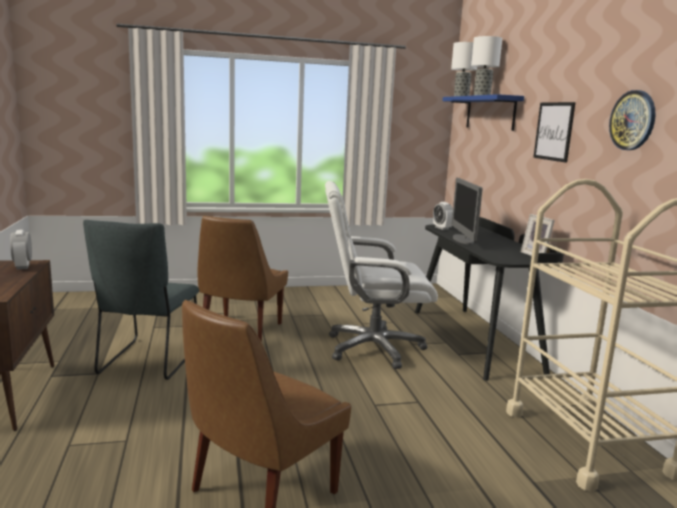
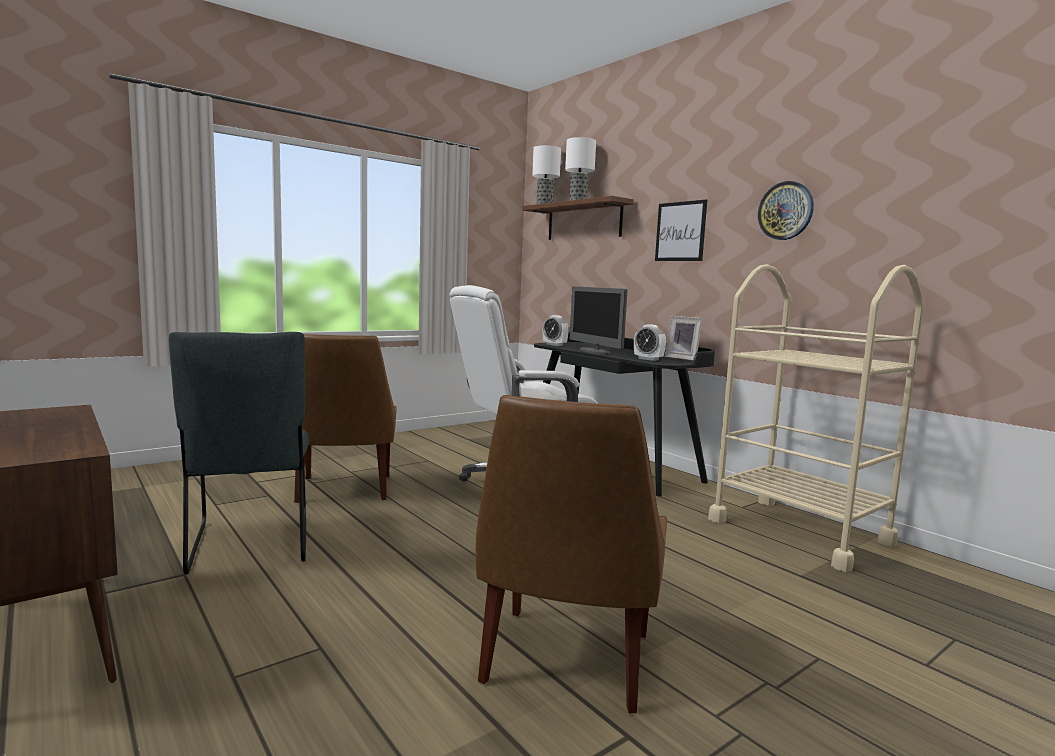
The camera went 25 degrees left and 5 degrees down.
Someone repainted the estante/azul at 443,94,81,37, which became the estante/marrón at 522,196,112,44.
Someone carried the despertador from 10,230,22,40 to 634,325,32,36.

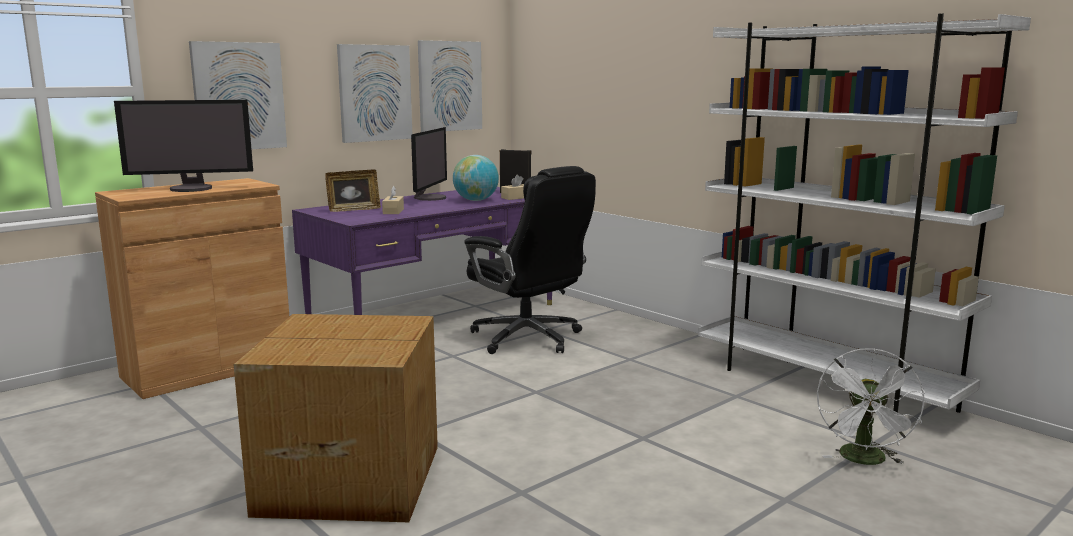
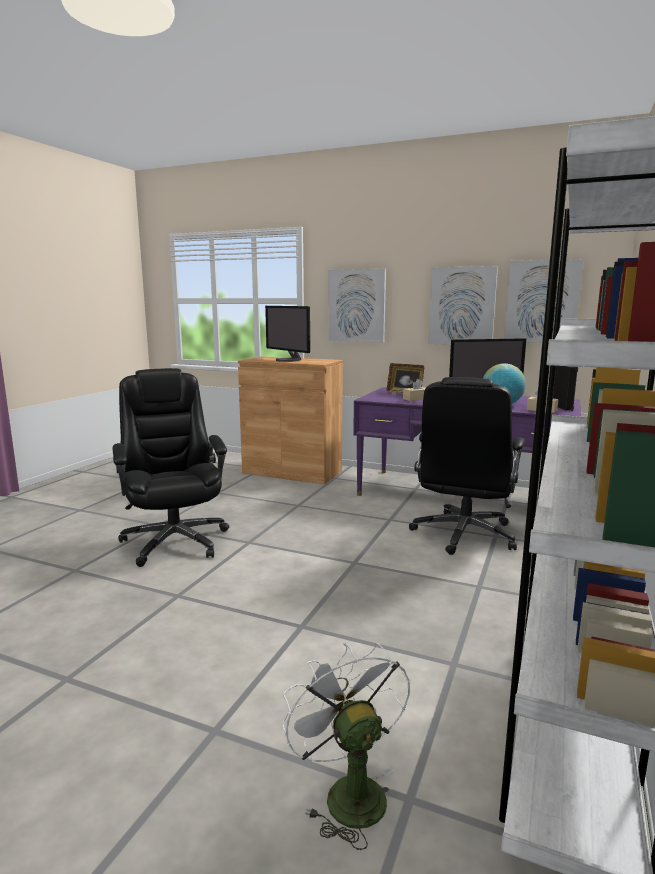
The camera went 65 degrees right and 0 degrees up.
Someone swapped the caja de cartón at 233,314,205,208 for the silla de oficina/negro at 113,368,116,199.
Someone rotated the ventilador/blanco at 817,348,108,117 by 75 degrees clockwise.

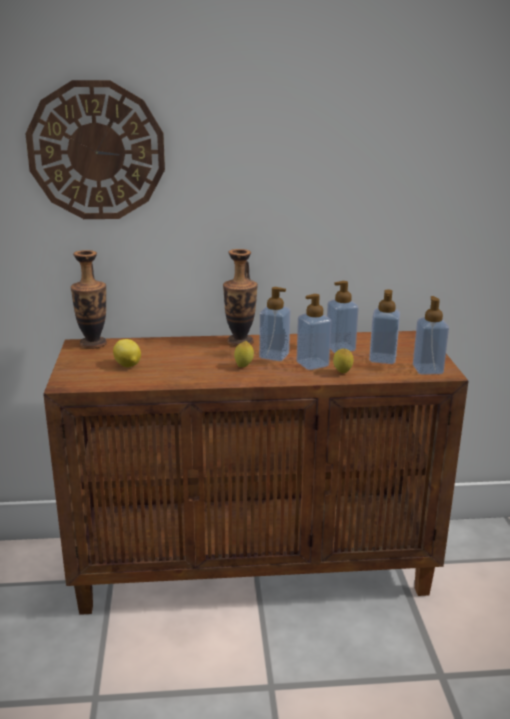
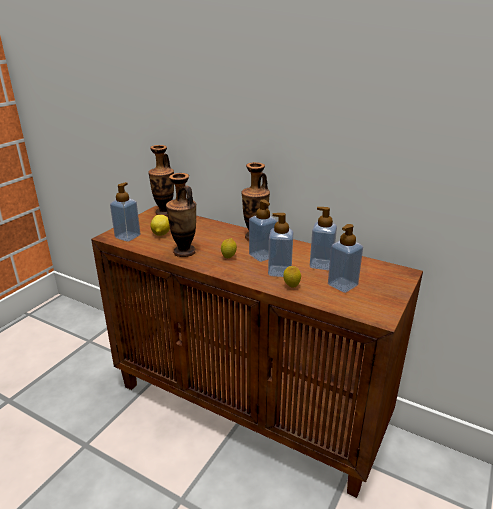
The camera went 35 degrees right and 5 degrees up.
Someone took away the reloj de pared at 26,80,139,139.
Someone carried the dispensador de jabón from 413,296,36,79 to 110,182,30,60.
Someone put down the florero at 166,173,30,84.

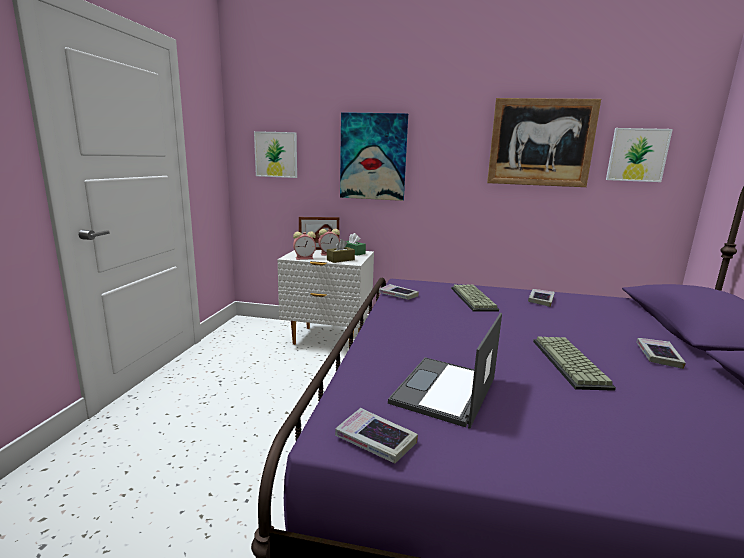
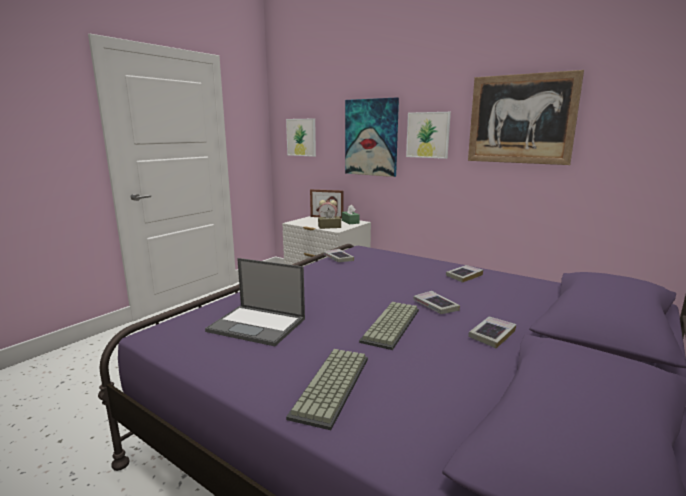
The camera went 25 degrees right and 0 degrees up.
Someone carried the cuadro from 606,128,67,54 to 406,112,45,47.
Someone took away the despertador at 293,231,23,29.
Someone carried the teclado from 451,285,48,27 to 286,349,82,81.
Someone rotated the portátil at 388,313,114,116 by 120 degrees counterclockwise.
Someone carried the libro from 335,408,83,56 to 413,291,47,23.

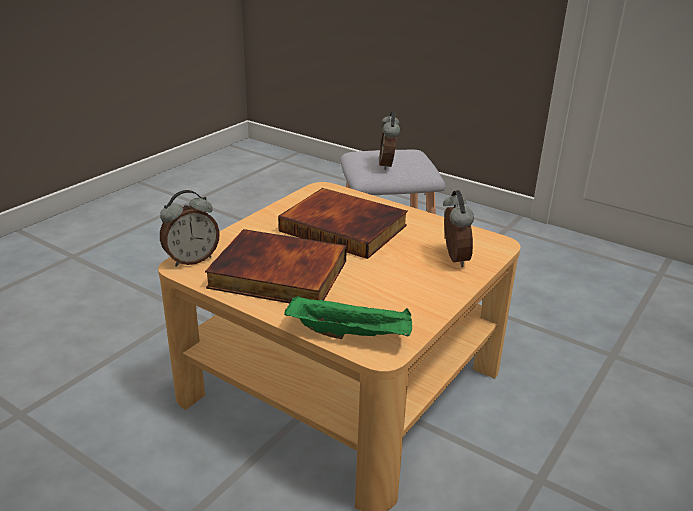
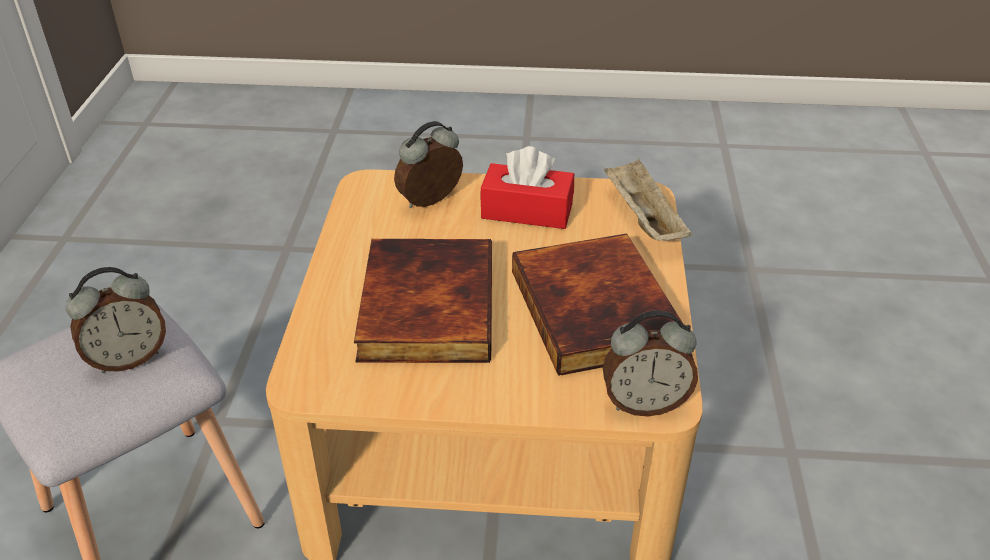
The camera went 120 degrees left and 10 degrees up.
Someone rotated the despertador at 160,190,60,77 by 150 degrees clockwise.
Someone repainted the bandeja/verde at 284,295,128,44, which became the bandeja/beis at 604,159,88,82.
Someone put down the caja de pañuelos/rojo at 481,146,93,83.

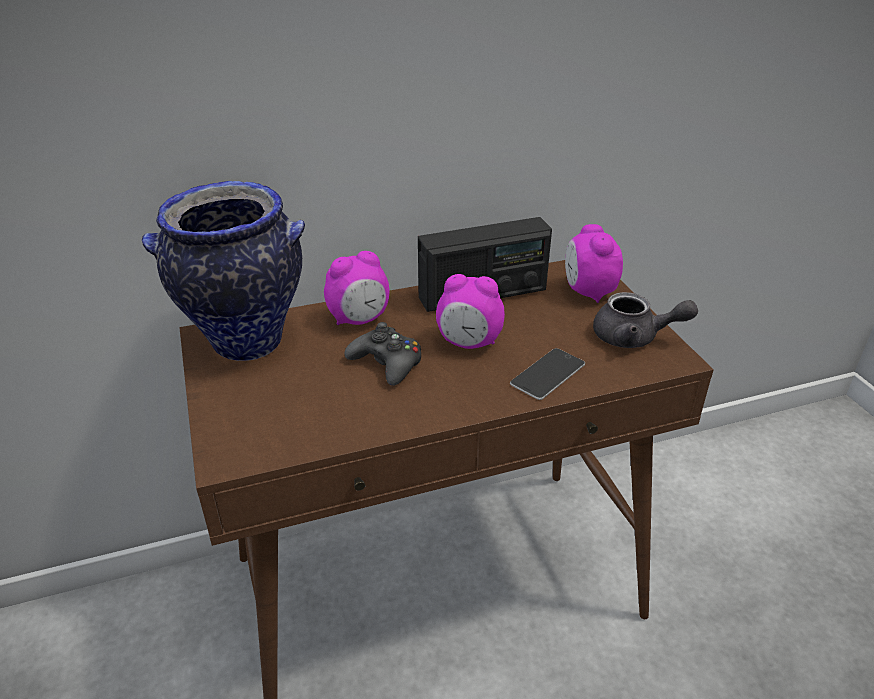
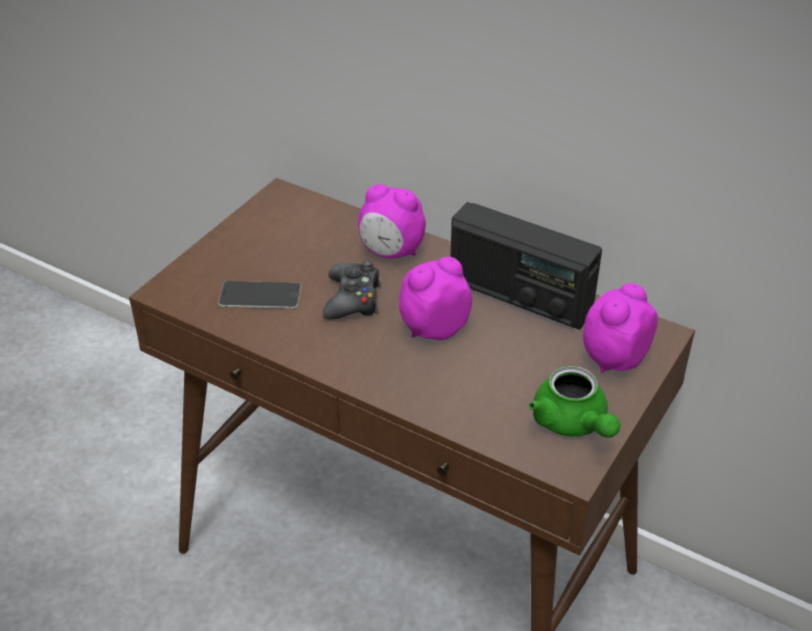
The camera went 50 degrees right and 5 degrees up.
Someone took away the florero at 142,181,163,180.
Someone rotated the despertador at 436,274,69,75 by 90 degrees clockwise.
Someone repainted the tetera/gris at 593,292,105,56, which became the tetera/verde at 529,366,91,72.
Someone carried the móvil from 510,348,75,52 to 218,281,83,28.

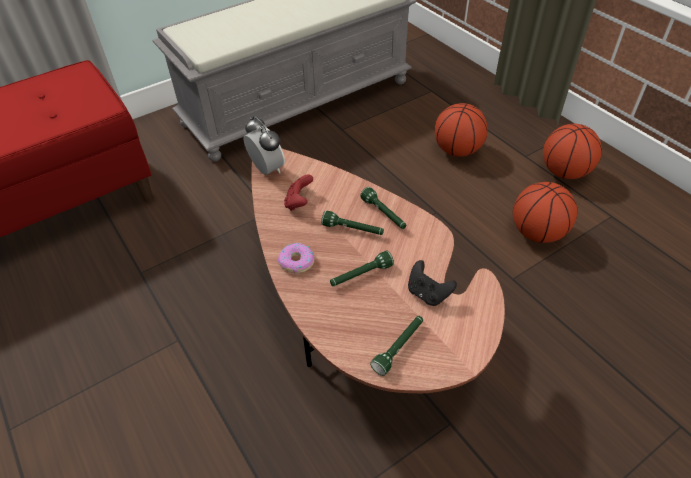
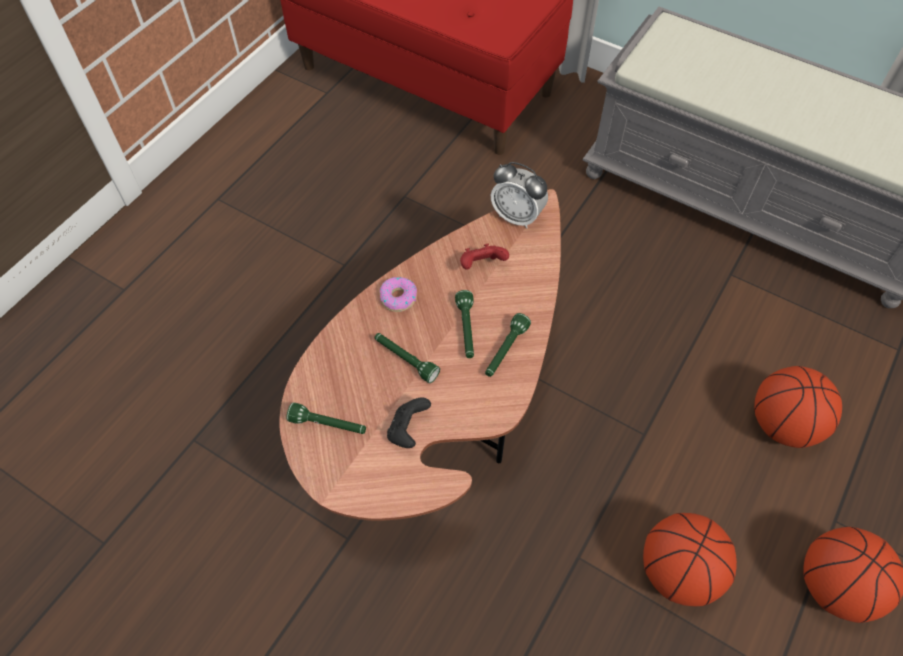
The camera went 65 degrees right and 10 degrees up.
Someone rotated the despertador at 244,116,41,59 by 90 degrees clockwise.

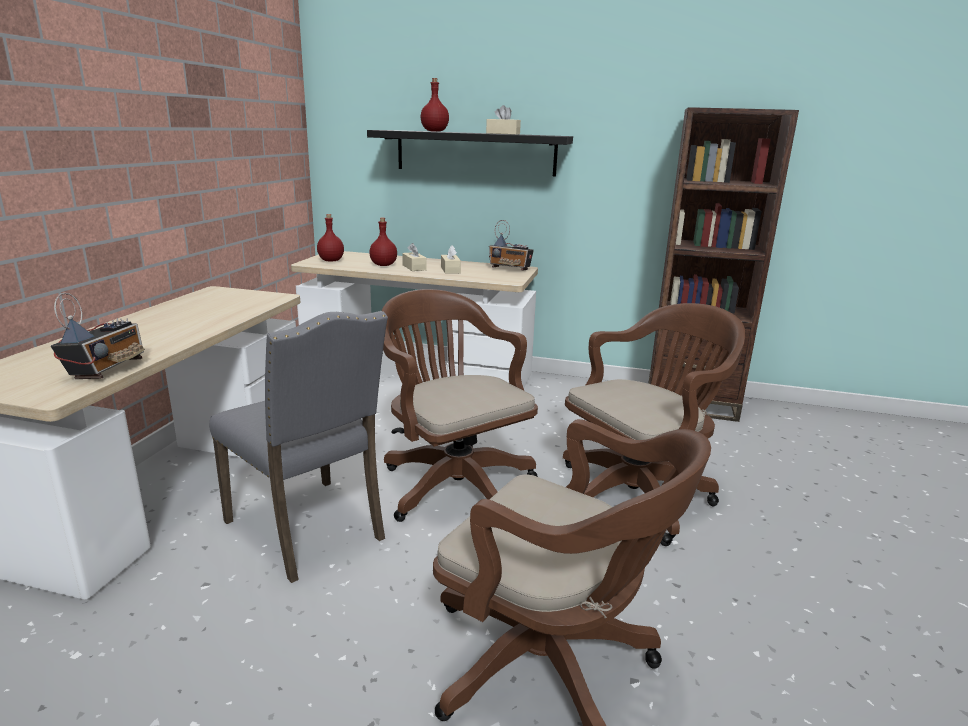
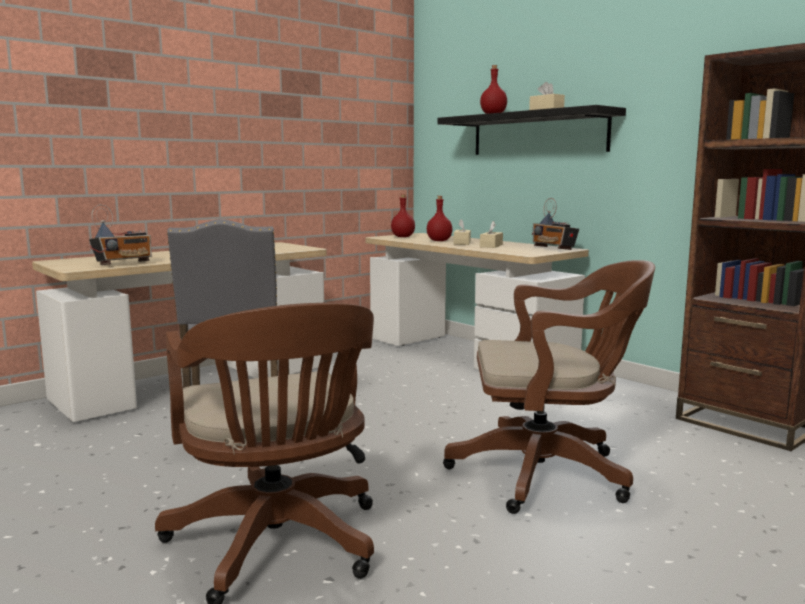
The camera went 35 degrees right and 10 degrees down.
Someone took away the silla de oficina/marrón at 382,289,156,233.

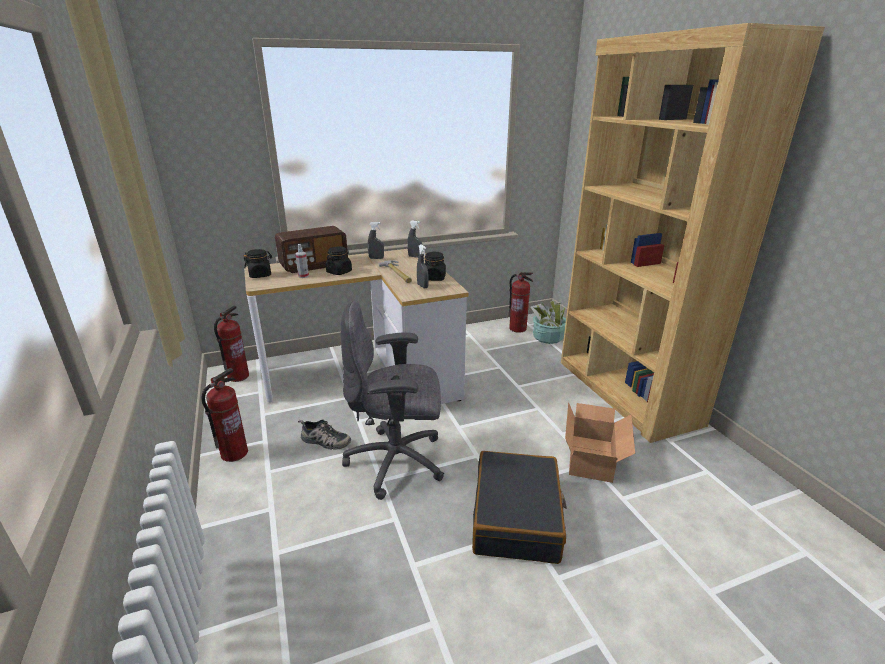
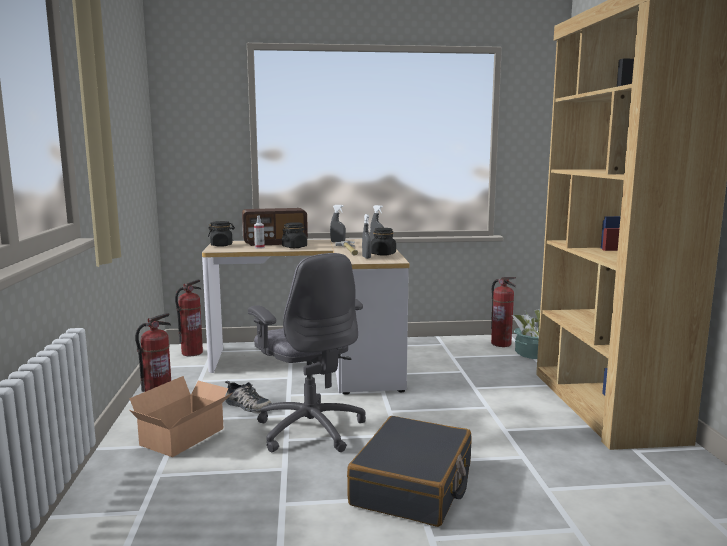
The camera went 15 degrees right and 15 degrees down.
Someone rotated the silla de oficina/gris at 341,301,103,199 by 135 degrees counterclockwise.
Someone carried the caja de cartón from 565,402,70,81 to 129,376,103,81.

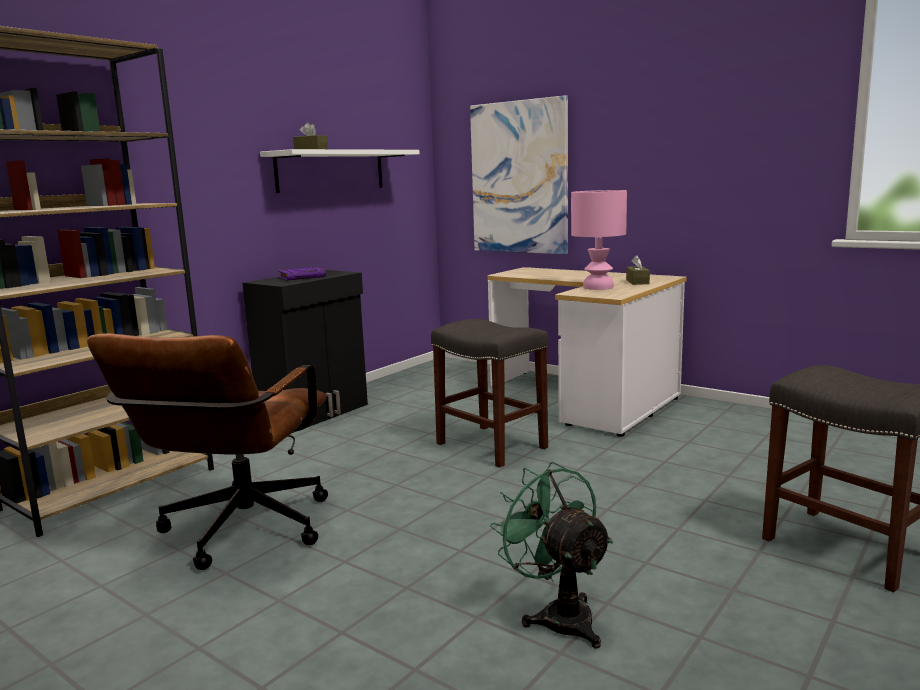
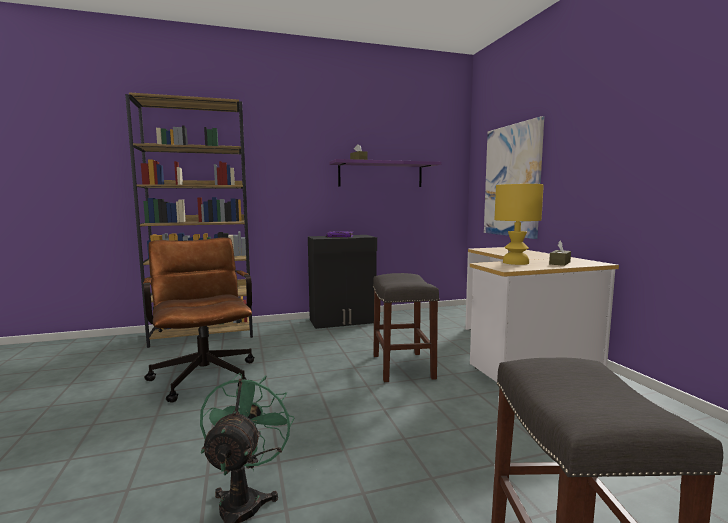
The camera went 35 degrees right and 5 degrees down.
Someone repainted the estante/blanco at 260,149,160,44, which became the estante/morado at 329,159,113,28.
Someone repainted the lámpara de mesa/rosa at 571,190,56,100, which became the lámpara de mesa/amarillo at 495,184,49,81.
Someone rotated the silla de oficina/marrón at 87,333,241,237 by 105 degrees clockwise.

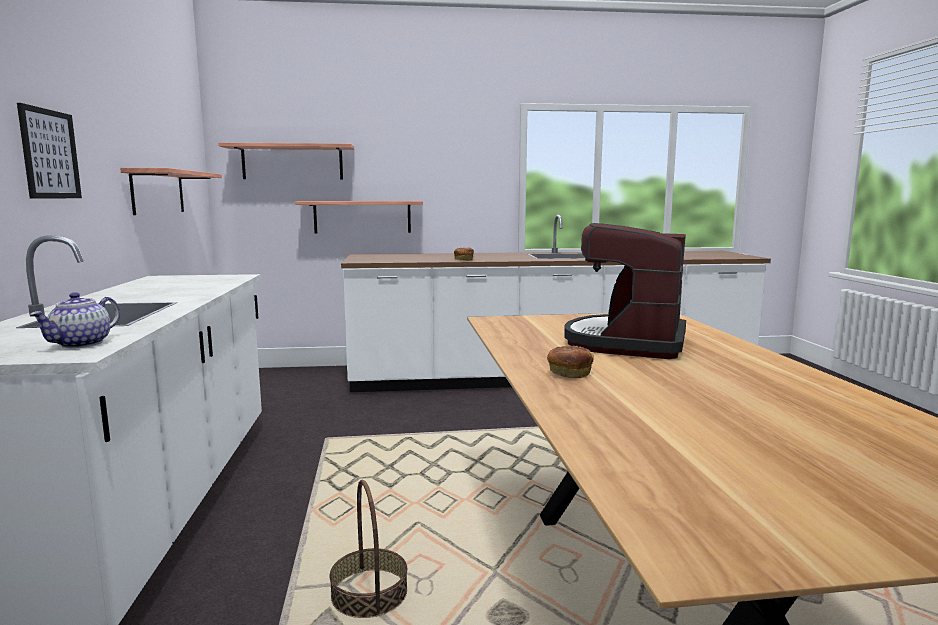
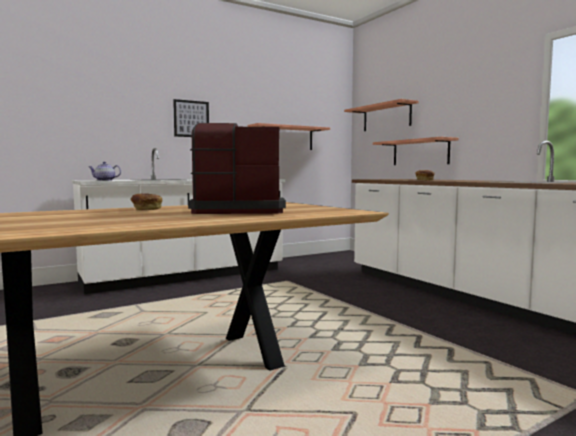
The camera went 65 degrees right and 5 degrees down.
Someone took away the cesta at 329,480,78,138.

